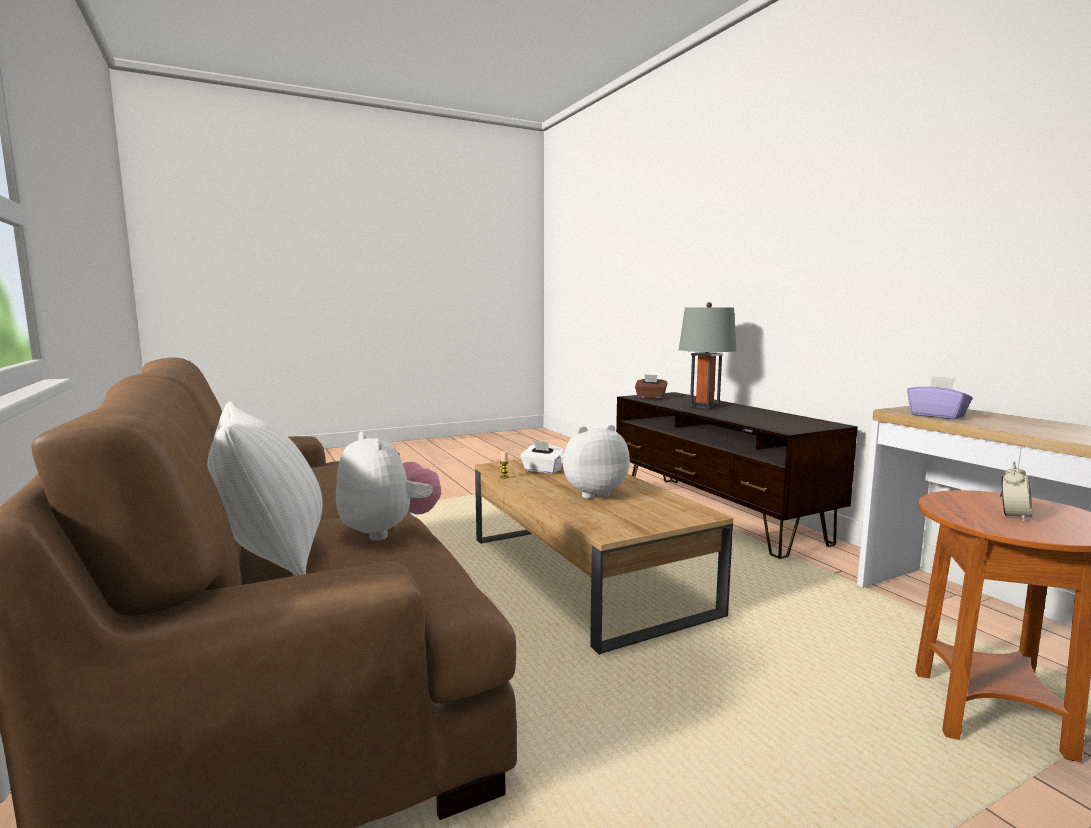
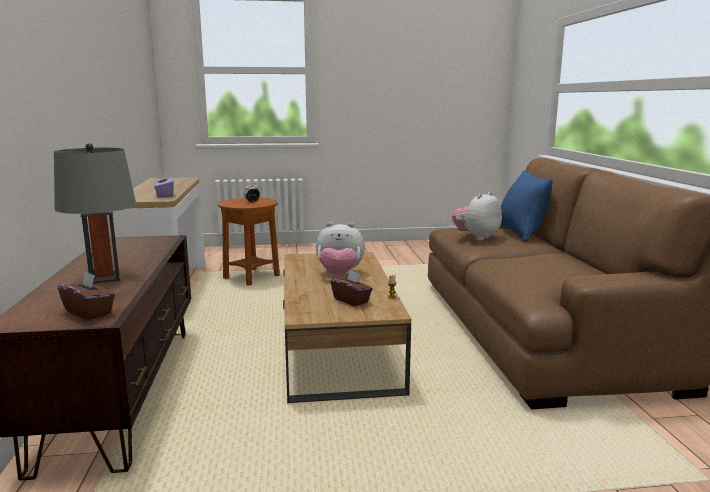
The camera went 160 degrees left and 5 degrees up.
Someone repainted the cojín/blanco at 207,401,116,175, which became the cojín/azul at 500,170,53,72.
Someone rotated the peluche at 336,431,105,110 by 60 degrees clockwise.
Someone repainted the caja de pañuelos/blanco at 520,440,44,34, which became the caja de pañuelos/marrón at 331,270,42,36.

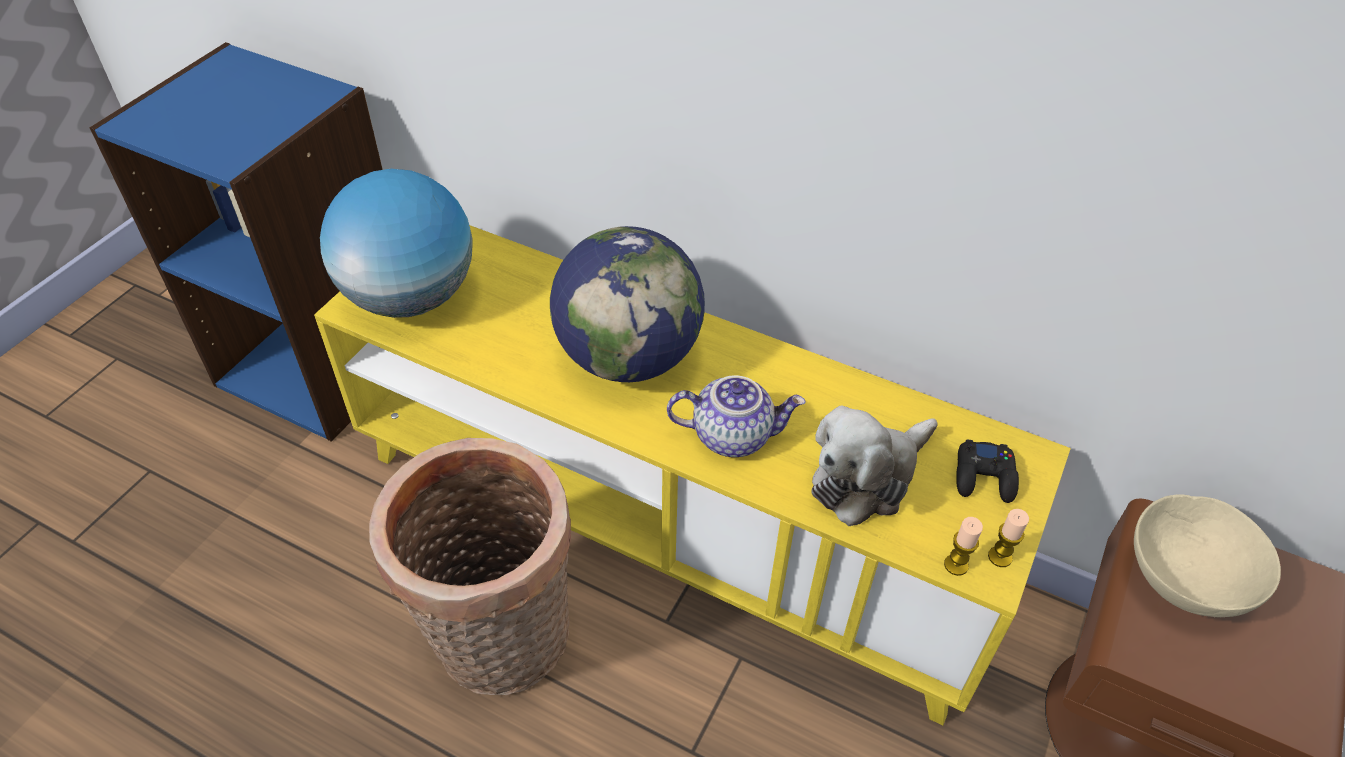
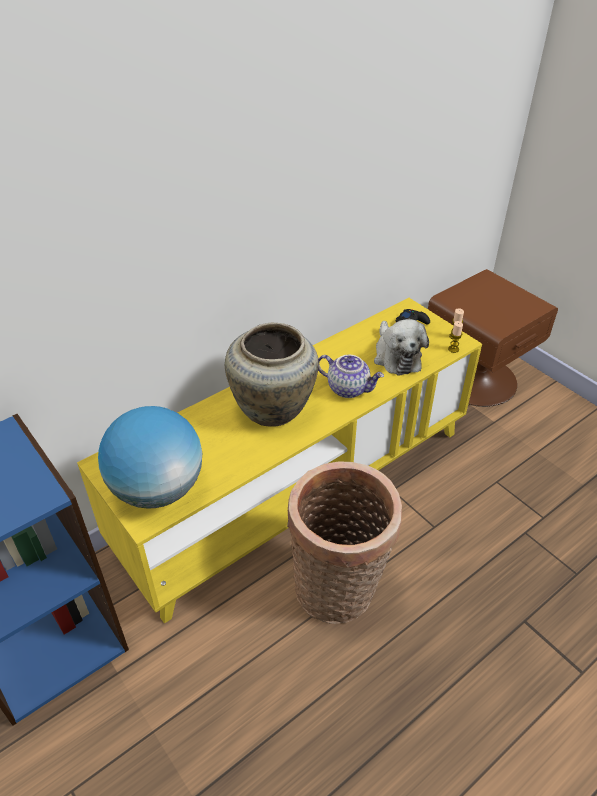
The camera went 65 degrees left and 5 degrees down.
Someone swapped the globo terráqueo at 550,226,155,156 for the florero/beis at 225,323,94,104.
Someone rotated the tetera at 667,375,139,82 by 90 degrees clockwise.
Someone took away the cuenco/beis at 1134,495,147,122.

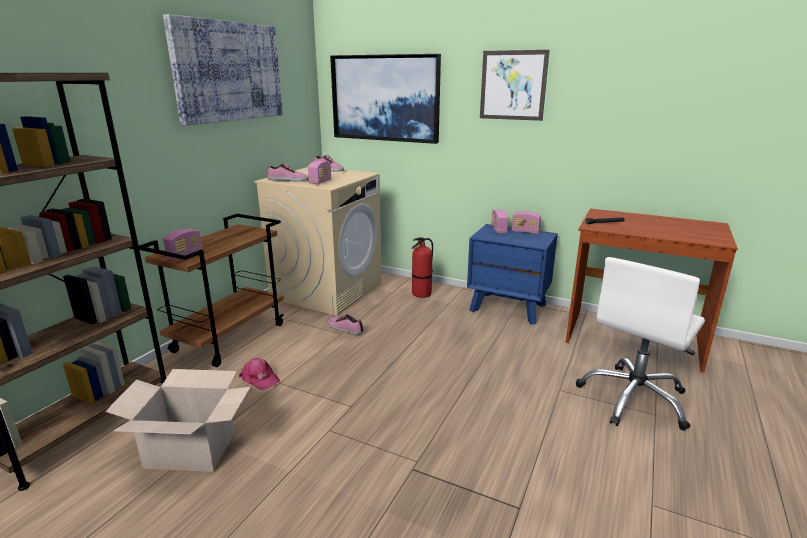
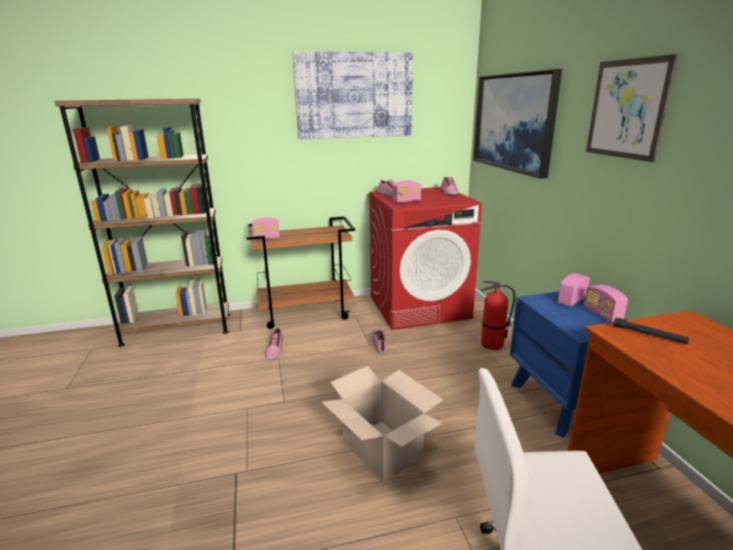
The camera went 50 degrees right and 0 degrees up.
Someone repainted the lavadora/beis at 254,167,127,148, which became the lavadora/rojo at 369,187,113,143.
Someone swapped the gorra/rosa at 239,358,41,32 for the zapato at 265,328,18,32.
Someone carried the caja de cartón from 105,369,146,103 to 321,366,122,115.

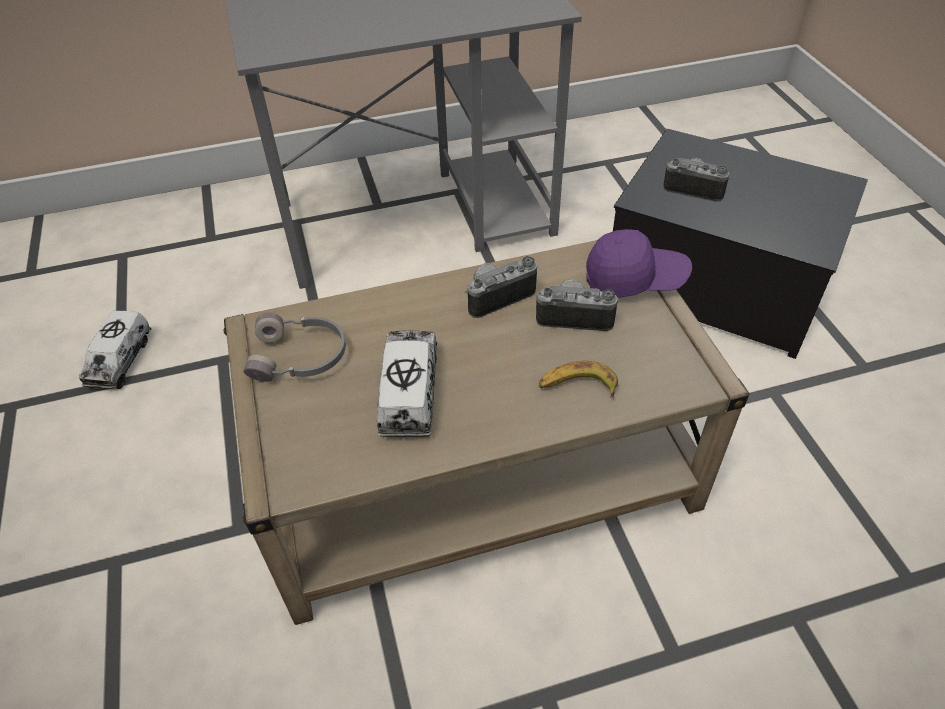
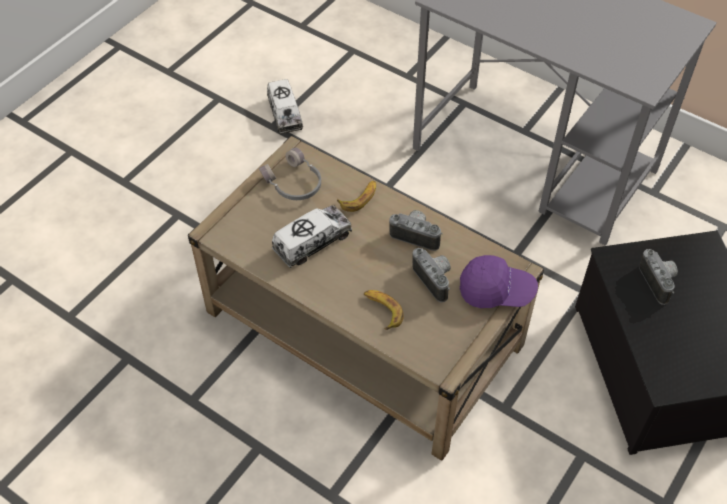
The camera went 50 degrees right and 5 degrees up.
Someone rotated the gorra/morado at 586,229,106,69 by 45 degrees counterclockwise.
Someone rotated the camión de juguete at 79,310,72,79 by 75 degrees counterclockwise.
Someone put down the plátano at 337,181,39,31.

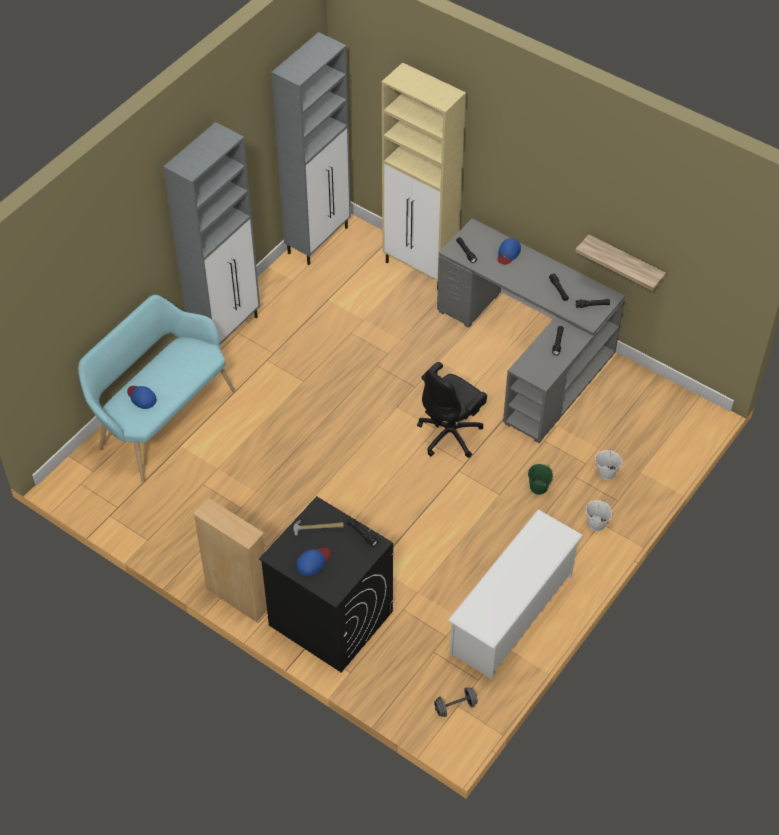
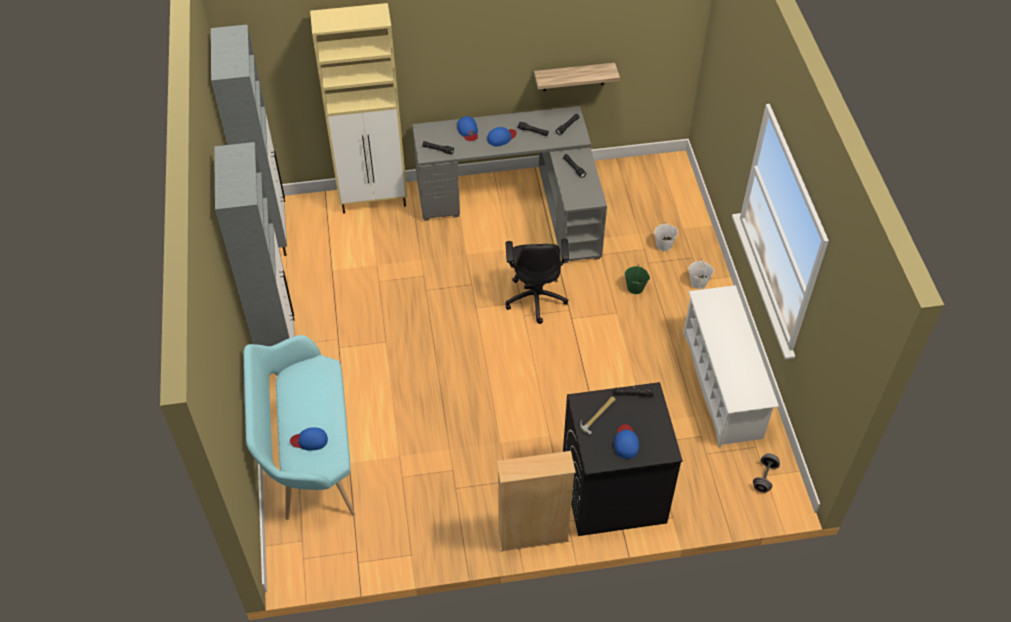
The camera went 45 degrees left and 0 degrees up.
Someone put down the gorra/azul at 487,127,30,19.

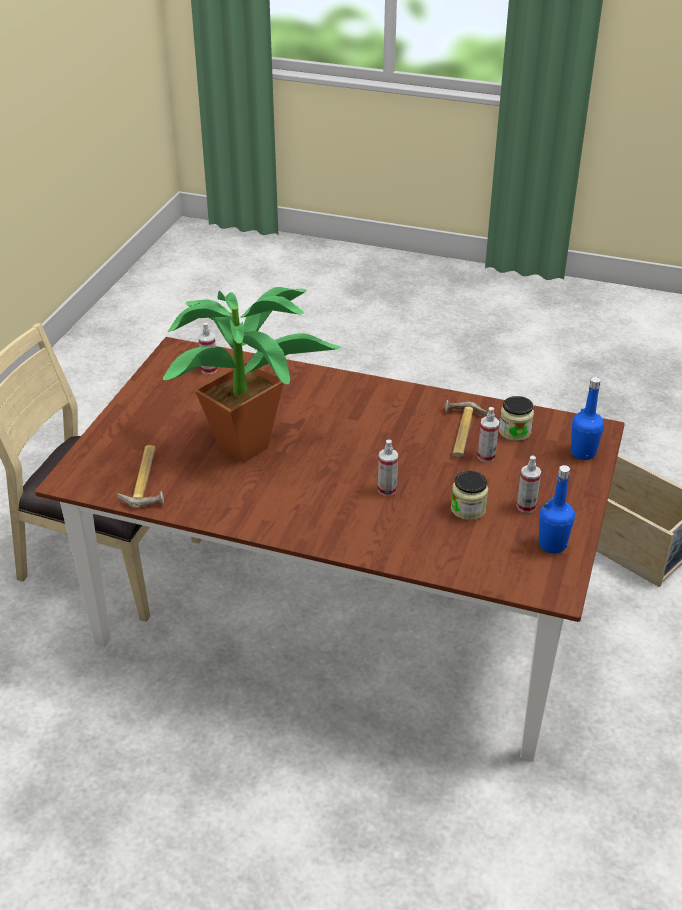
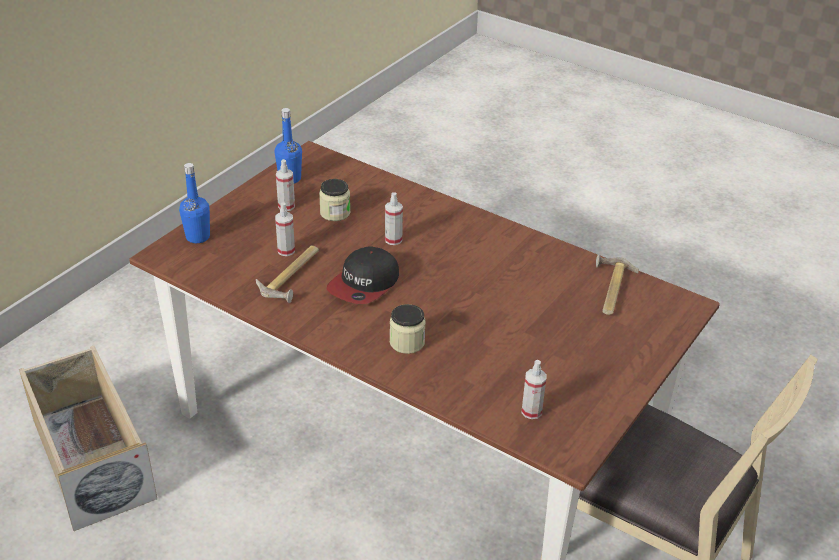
The camera went 165 degrees left and 0 degrees up.
Someone took away the planta en maceta at 163,287,177,176.
Someone carried the tarro from 499,396,35,45 to 390,304,36,50.
Someone put down the gorra at 327,246,72,58.

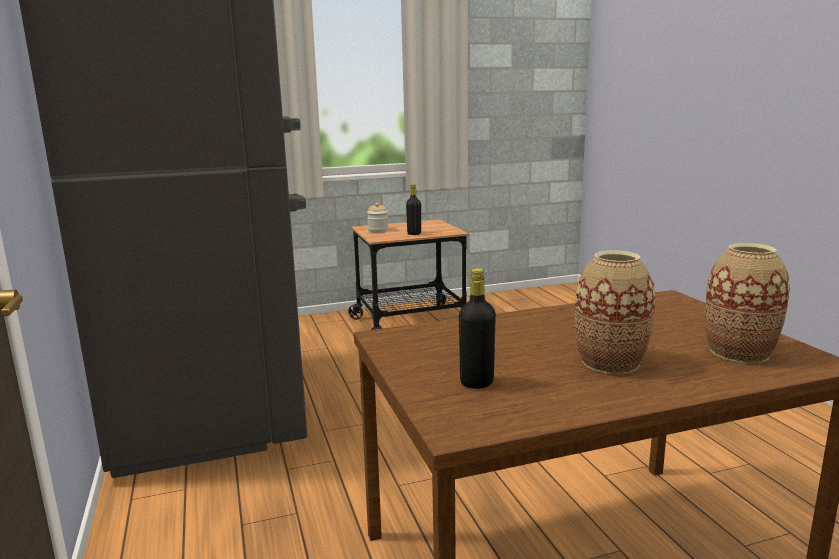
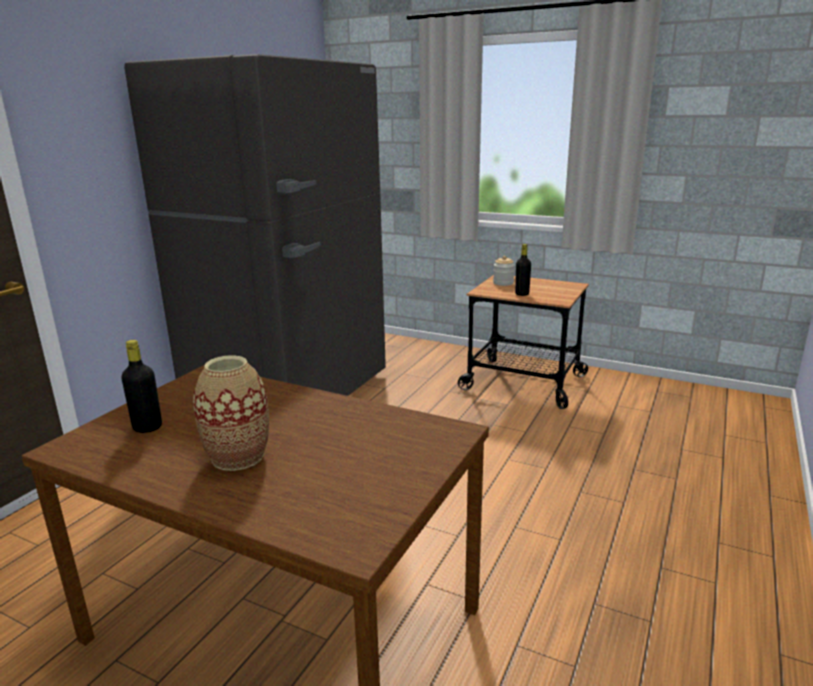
The camera went 45 degrees right and 5 degrees up.
Someone took away the florero at 705,243,85,120.

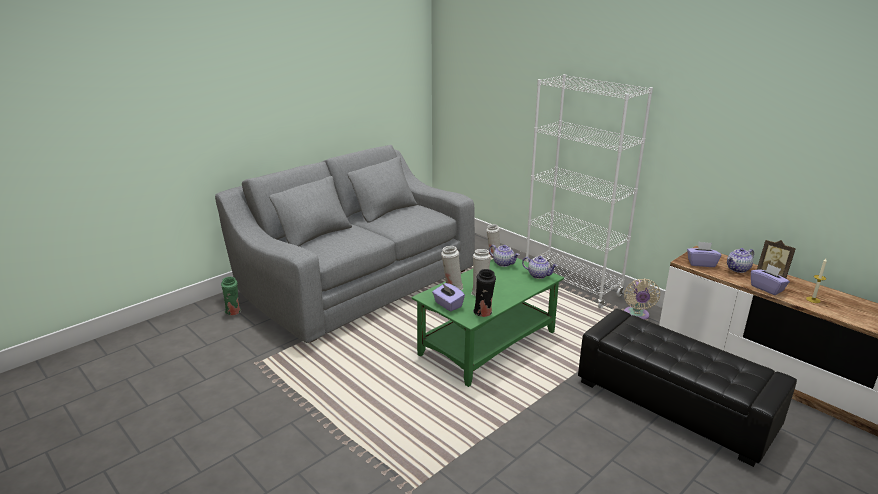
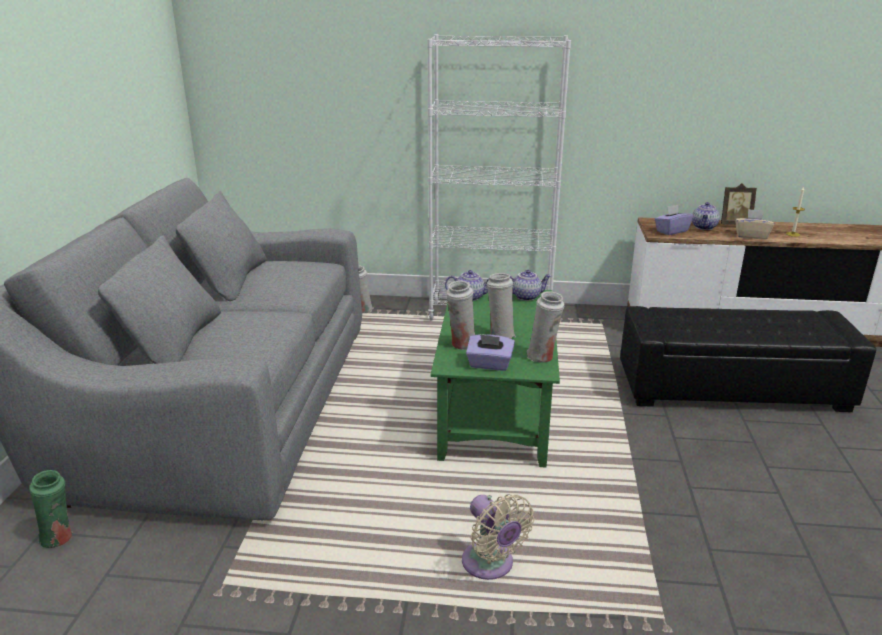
The camera went 40 degrees left and 0 degrees up.
Someone repainted the caja de pañuelos/morado at 751,264,39,31, which became the caja de pañuelos/beis at 735,209,39,30.
Someone repainted the florero/negro at 473,269,23,48, which became the florero/blanco at 526,291,38,72.
Someone carried the ventilador/beis from 624,279,36,41 to 462,494,72,86.

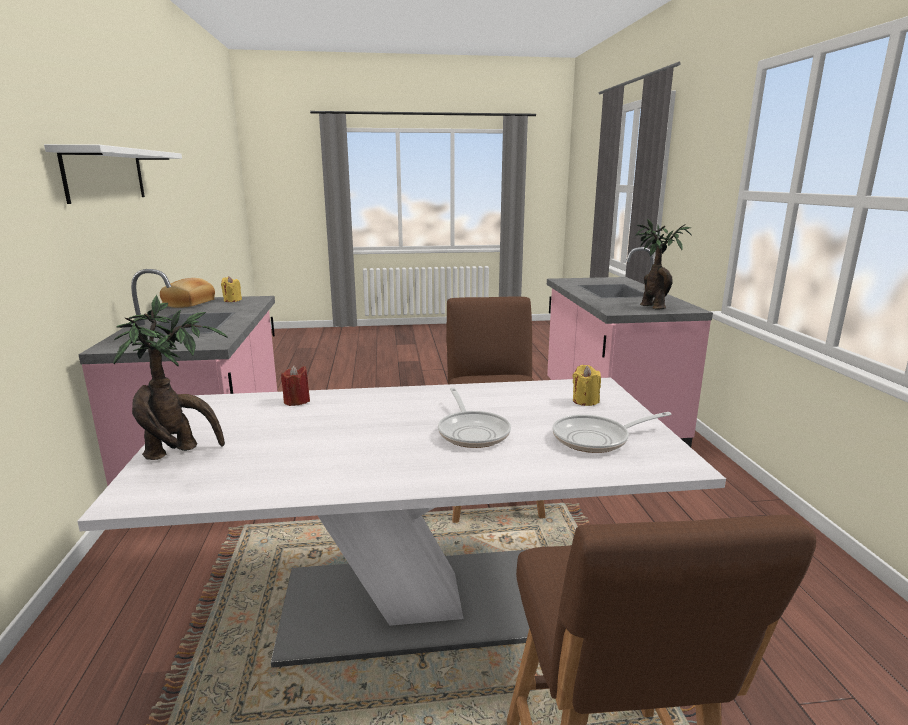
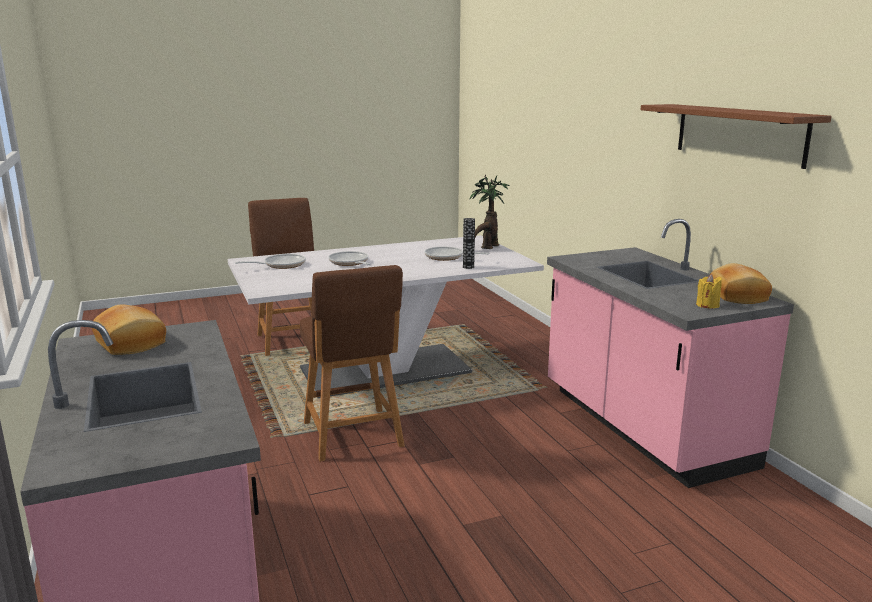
The camera went 165 degrees right and 0 degrees up.
Someone repainted the estante/blanco at 44,144,138,60, which became the estante/marrón at 641,104,191,65.
Someone swapped the planta en maceta at 635,219,57,91 for the pan at 92,305,74,50.
Someone swapped the vela/rojo at 281,365,29,41 for the florero at 463,218,12,51.
Someone took away the vela/amarillo at 573,365,28,41.
Someone put down the sartén at 424,247,66,14.

